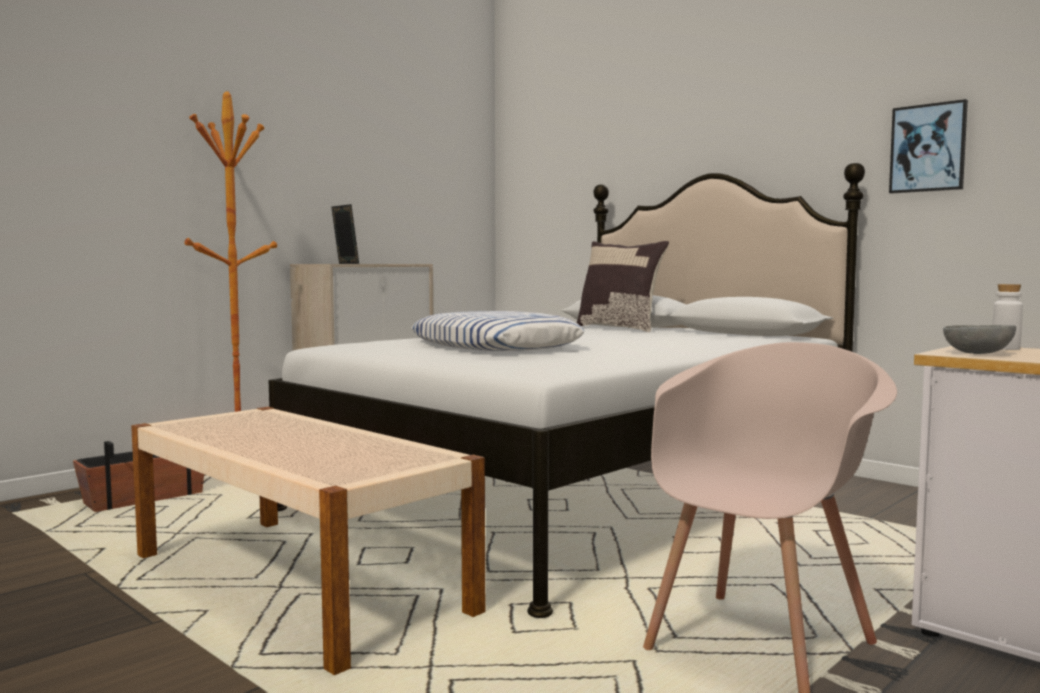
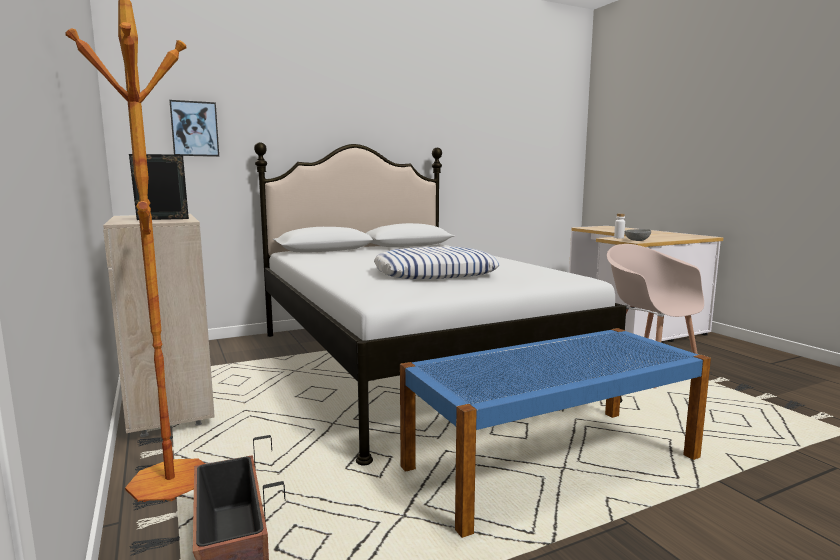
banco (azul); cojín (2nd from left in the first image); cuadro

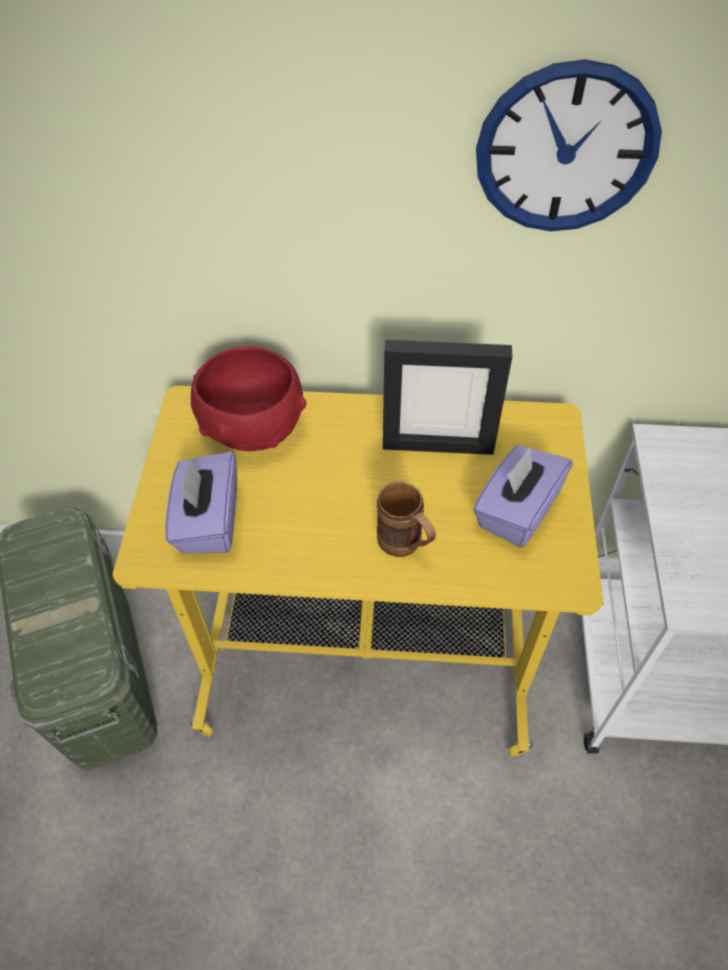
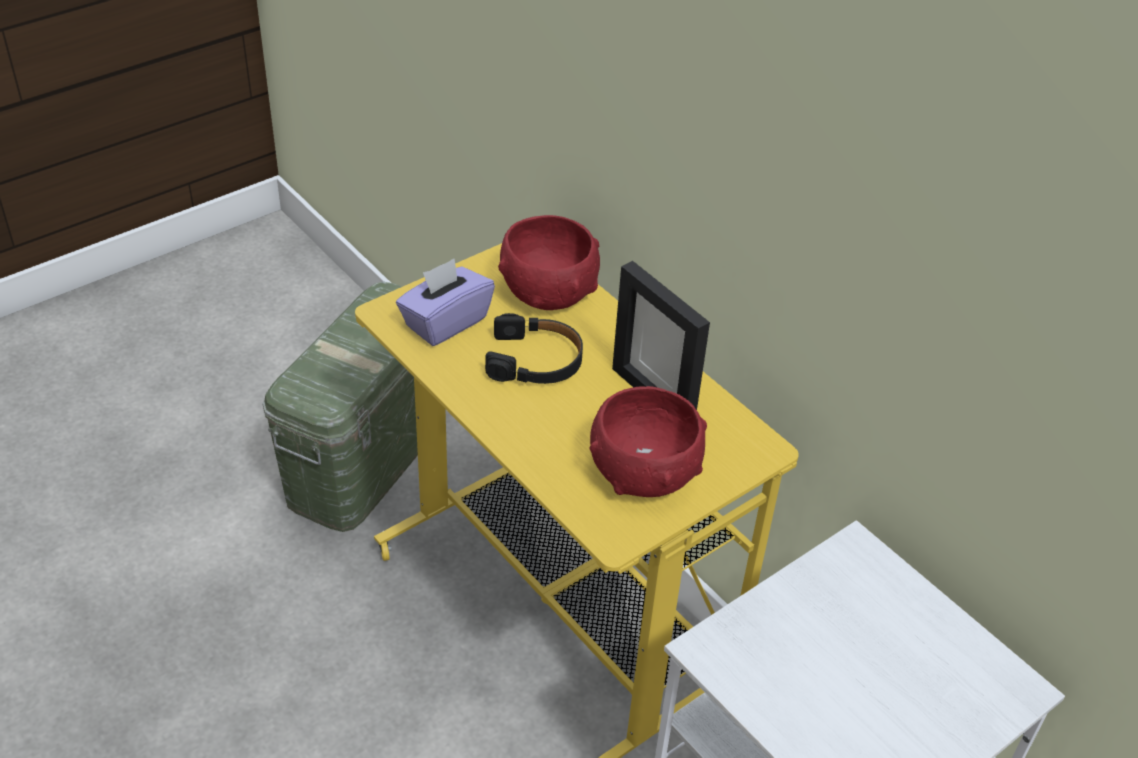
taza grande (marrón); cuenco (rojo) (2nd from left); reloj de pared; auriculares (negro)

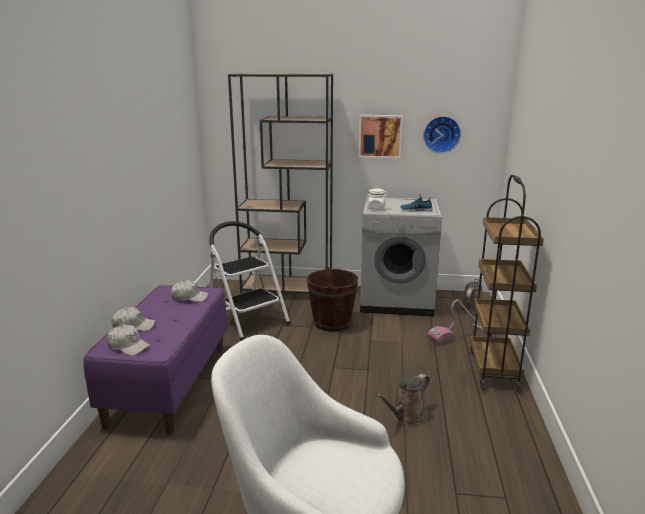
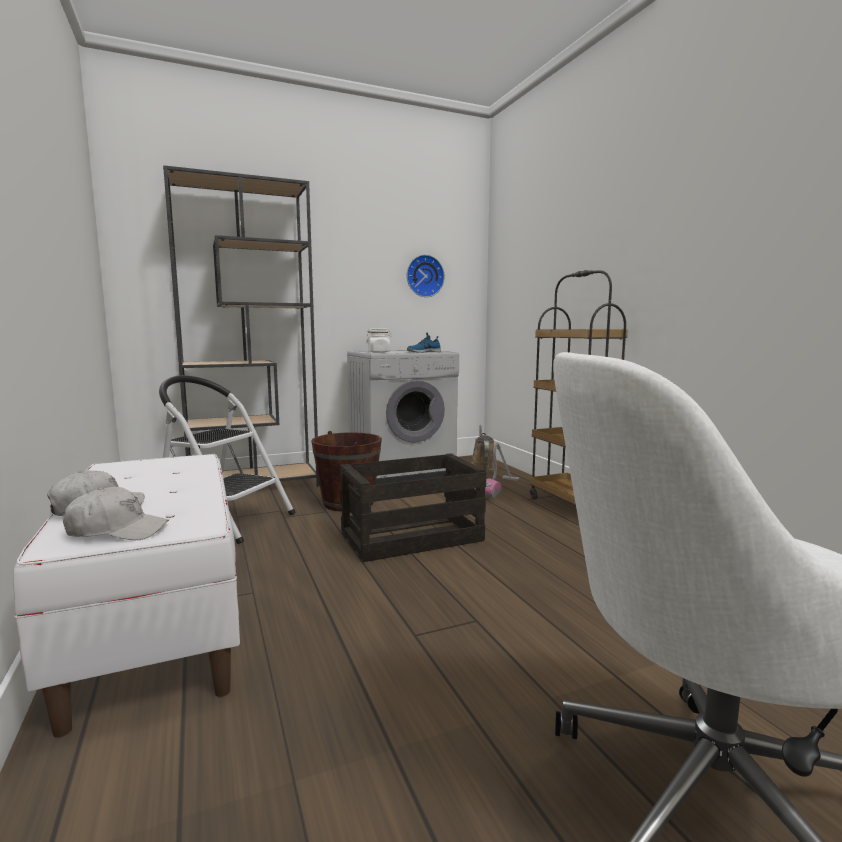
banco (blanco); gorra (blanco) (3rd from left in the first image); cuadro; regadera (marrón) (1st from left in the first image); caja de embalaje

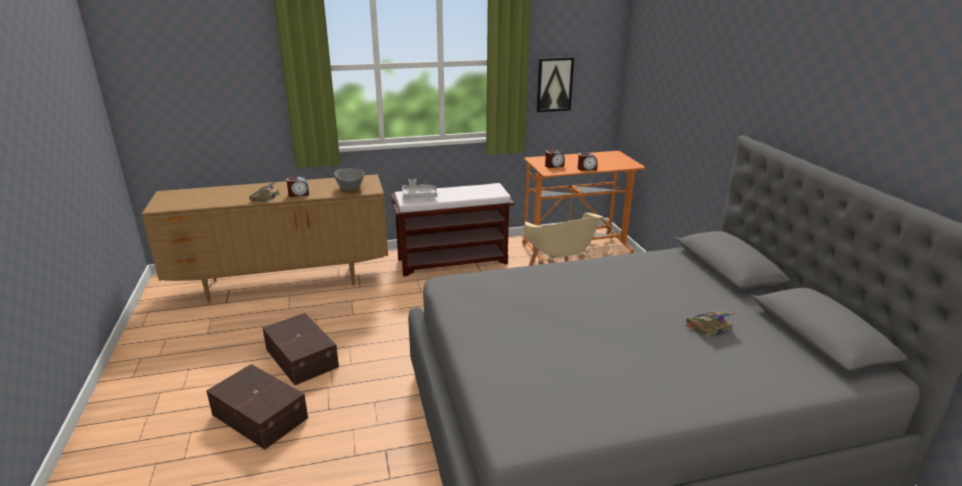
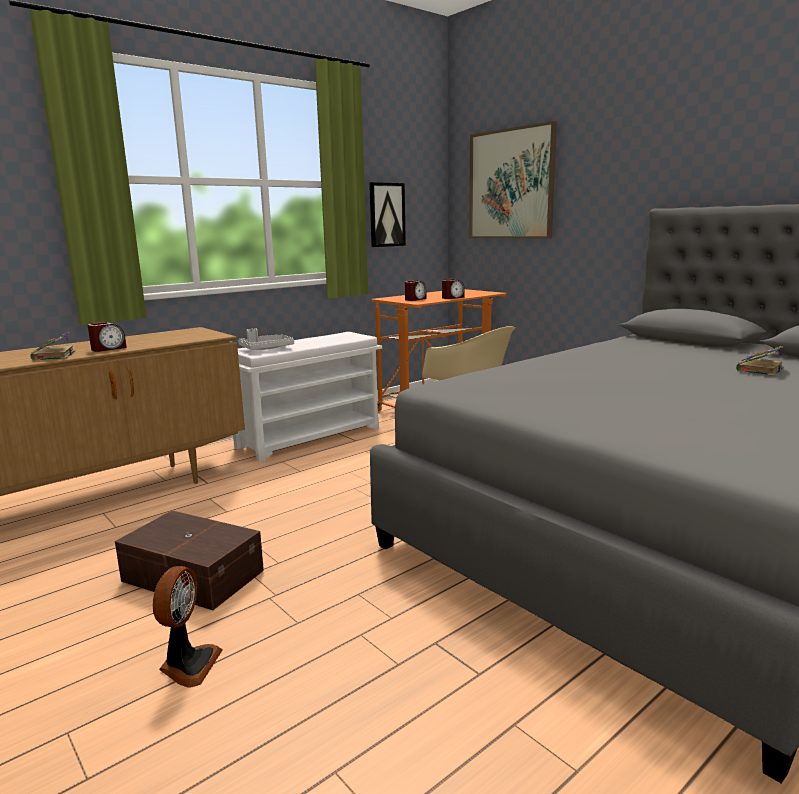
ventilador; cuenco (gris); banco (blanco); cuadro (2nd from left)

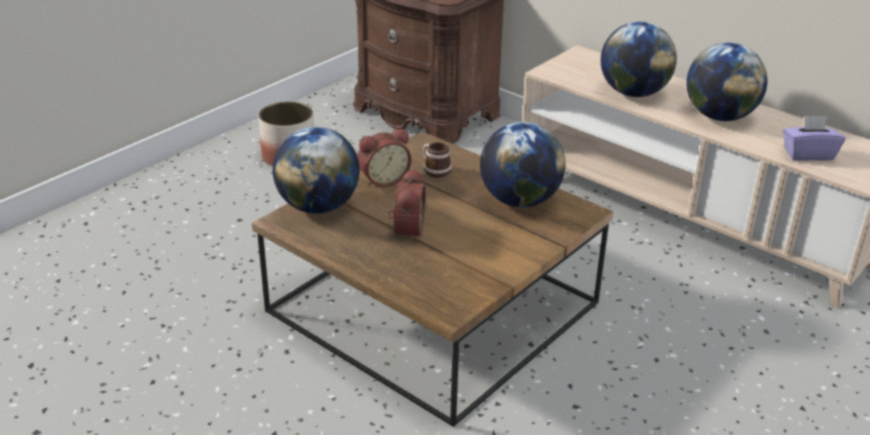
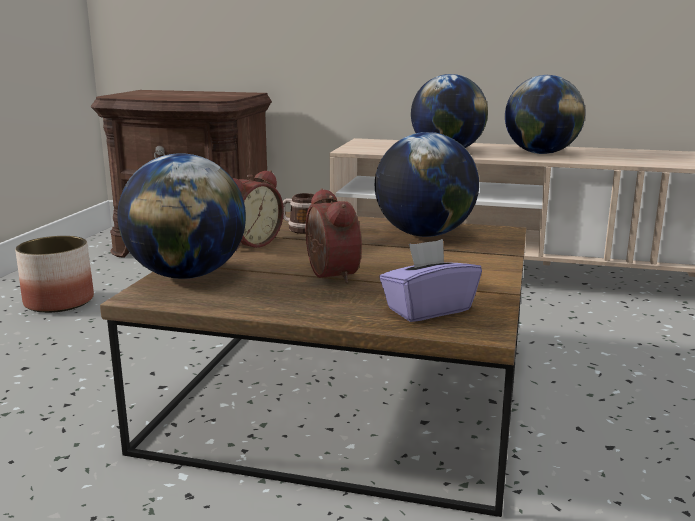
caja de pañuelos (morado)

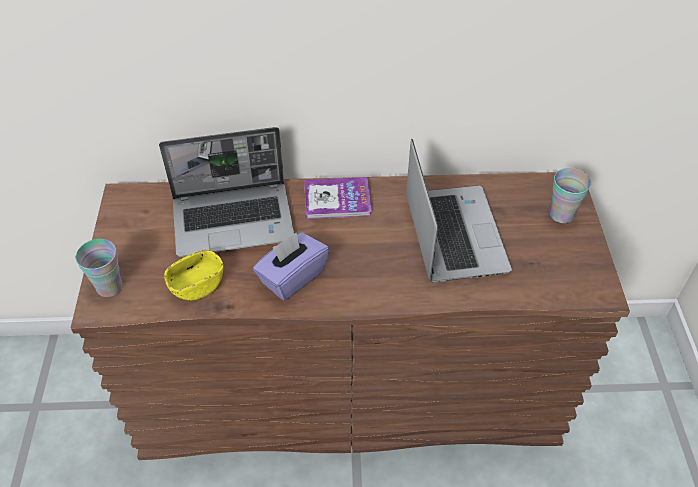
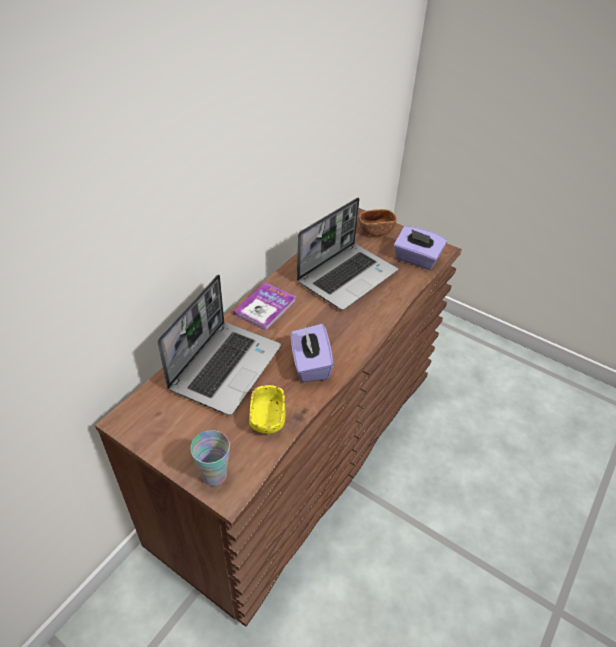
portátil (2nd from left); cuenco (marrón); caja de pañuelos (morado) (2nd from left)

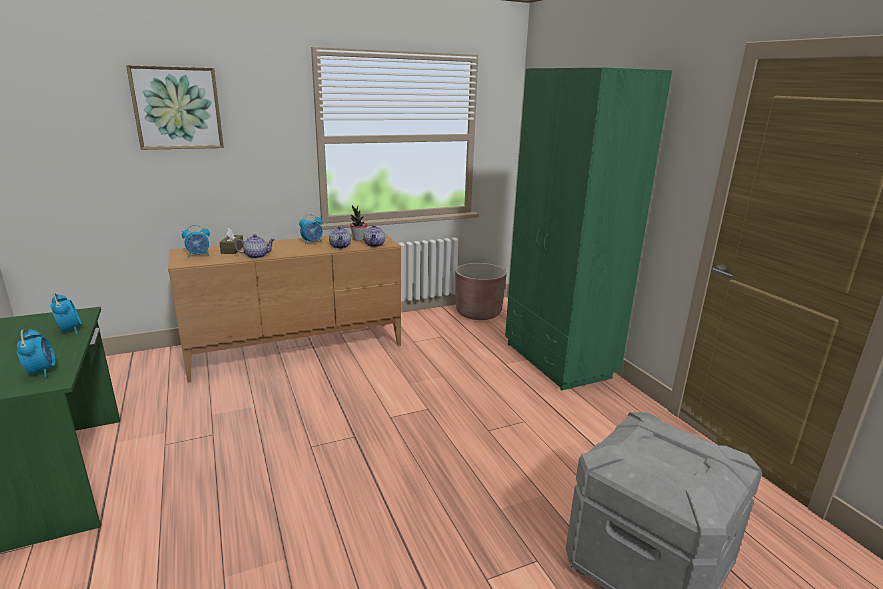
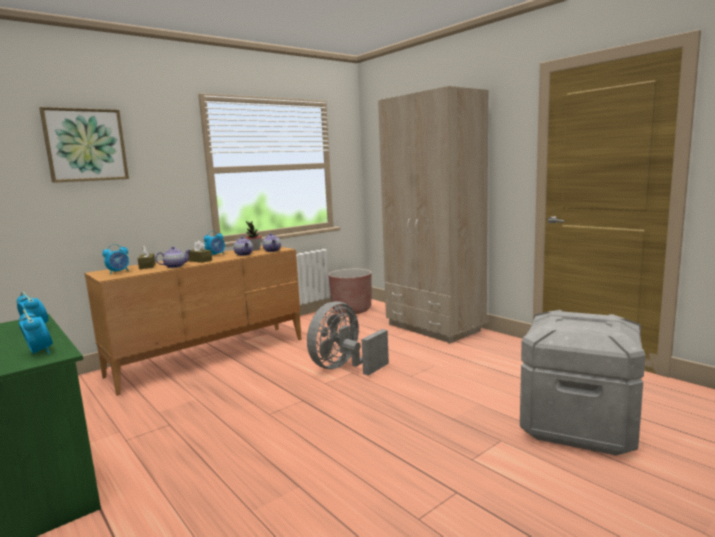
armario ropero (beis); caja de pañuelos (marrón) (2nd from left); ventilador (gris)

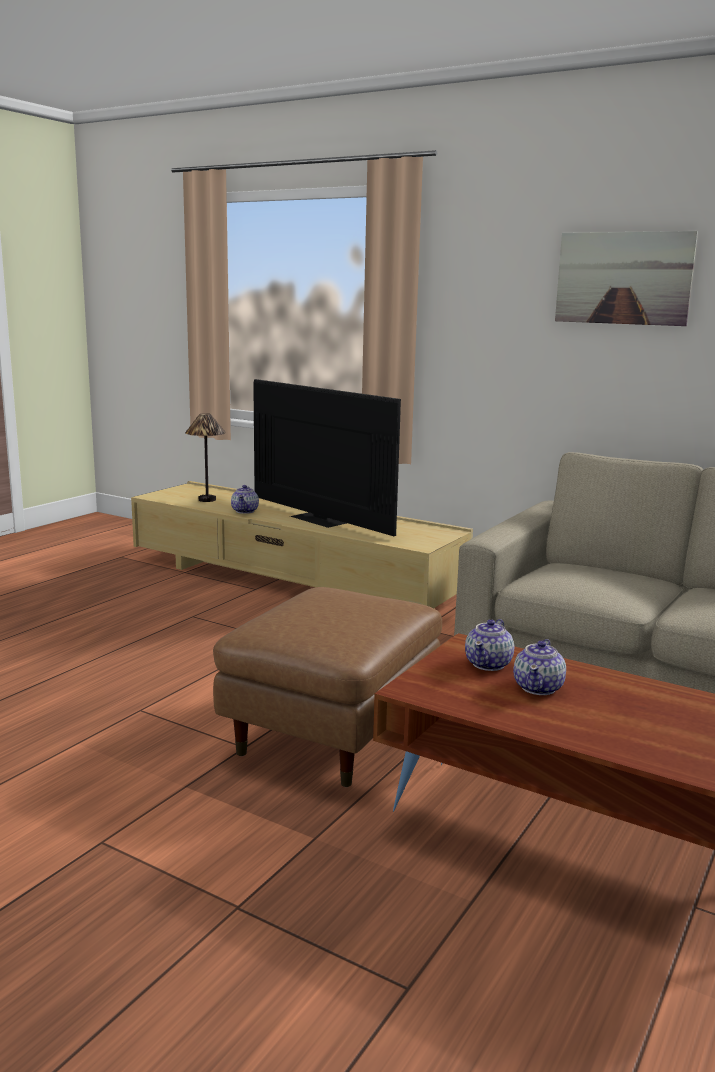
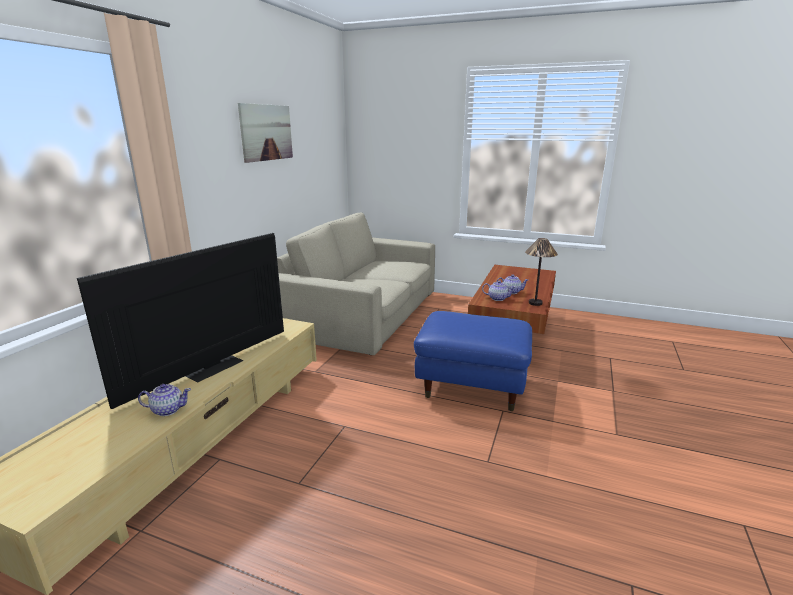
lámpara de mesa; puf (azul)

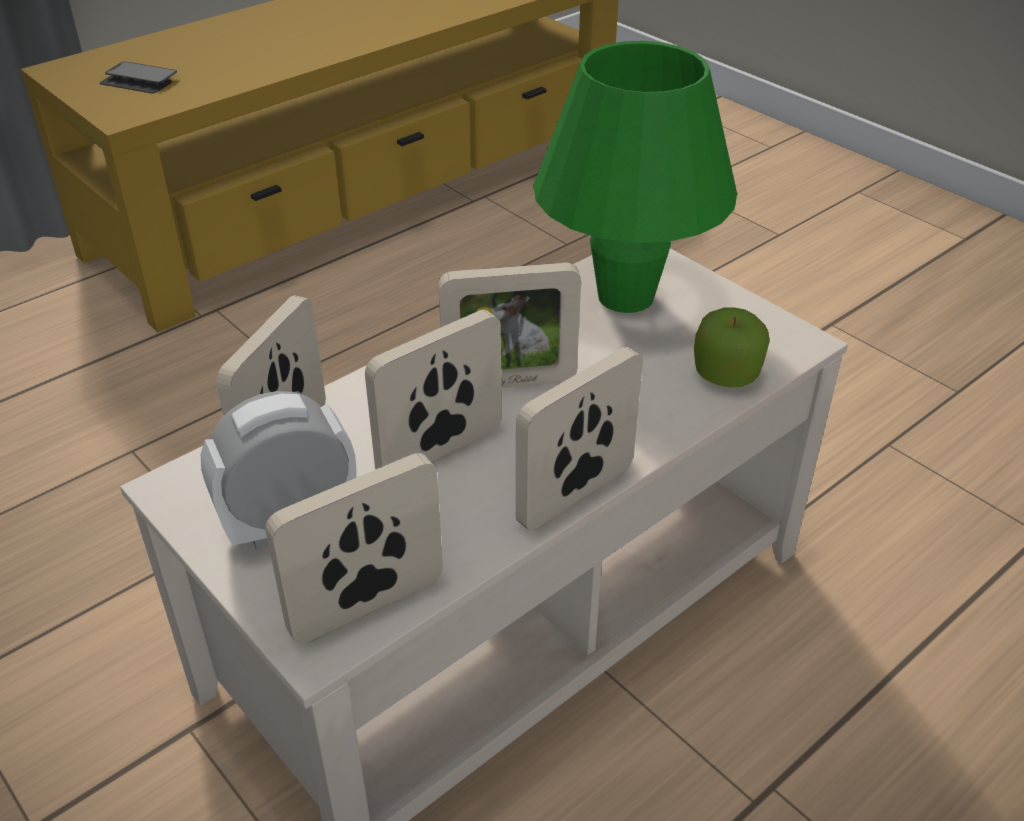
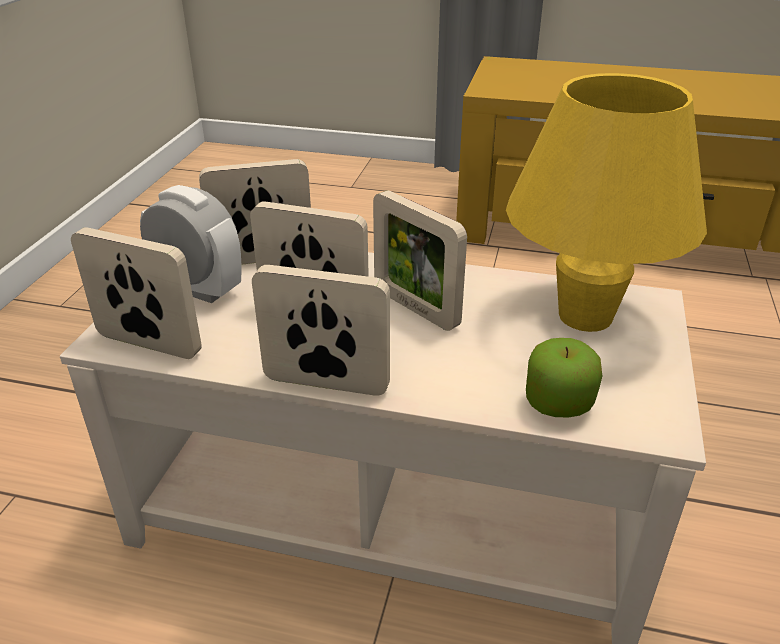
móvil; lámpara de mesa (amarillo)

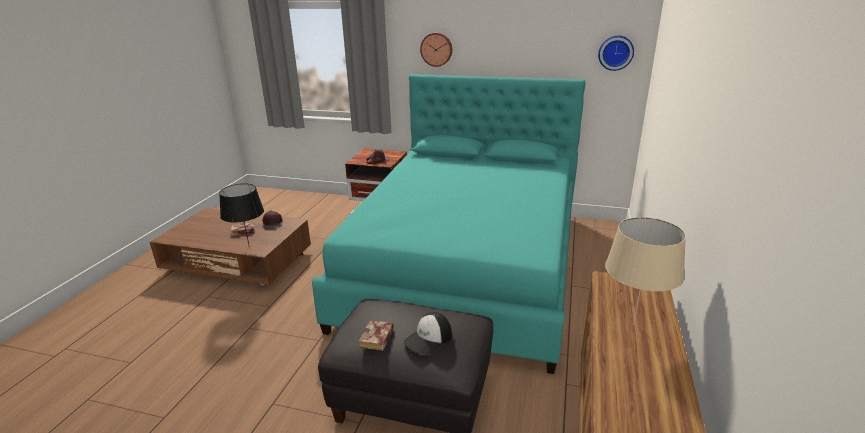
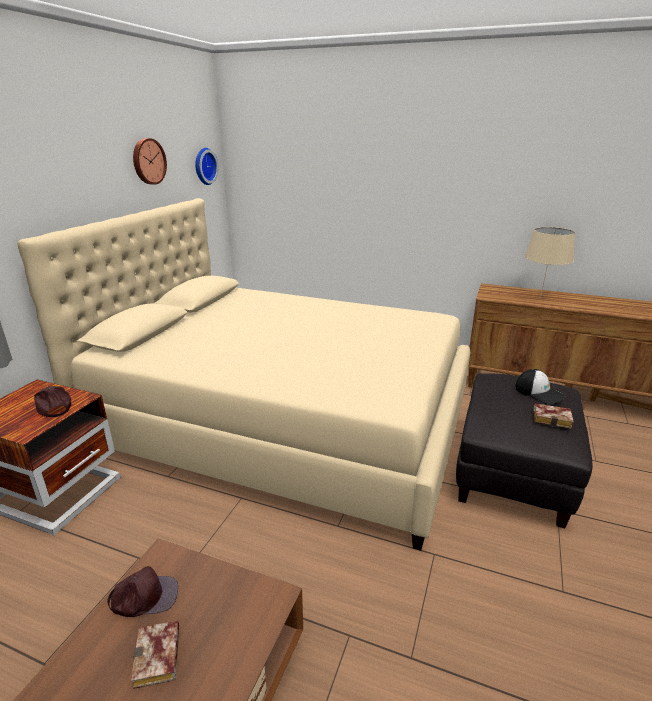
lámpara de mesa (negro); cama (beis); reloj de pared (1st from left)

